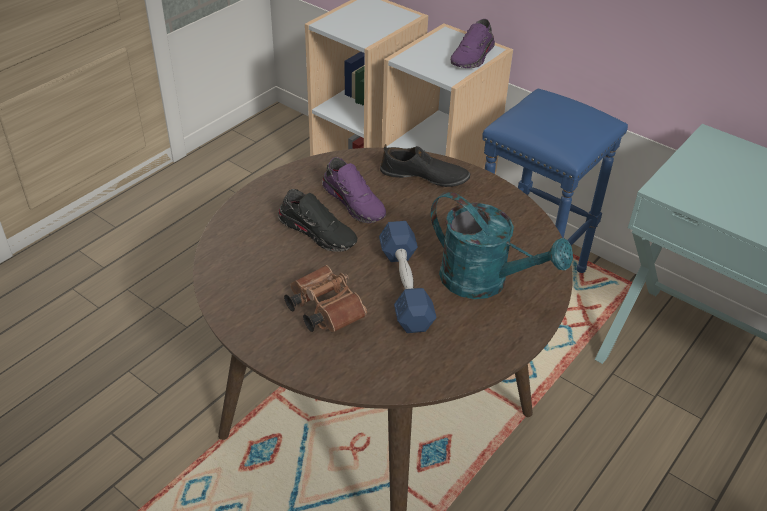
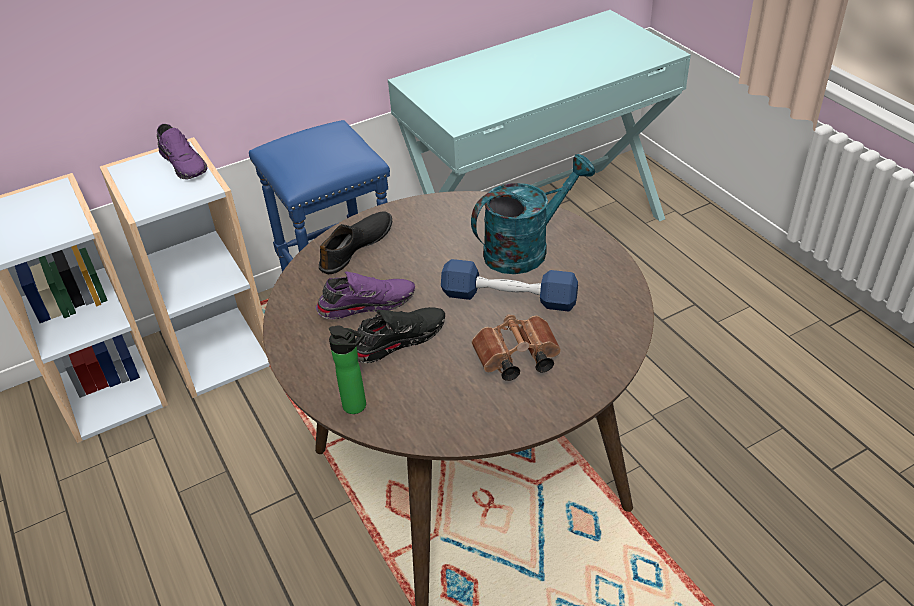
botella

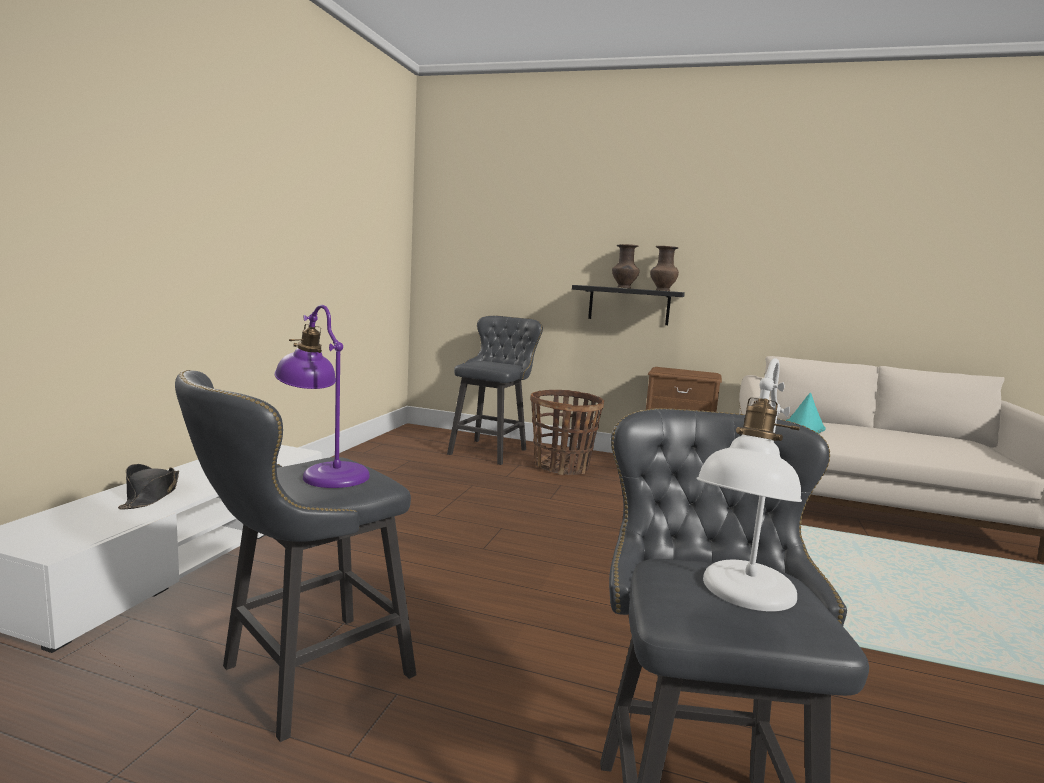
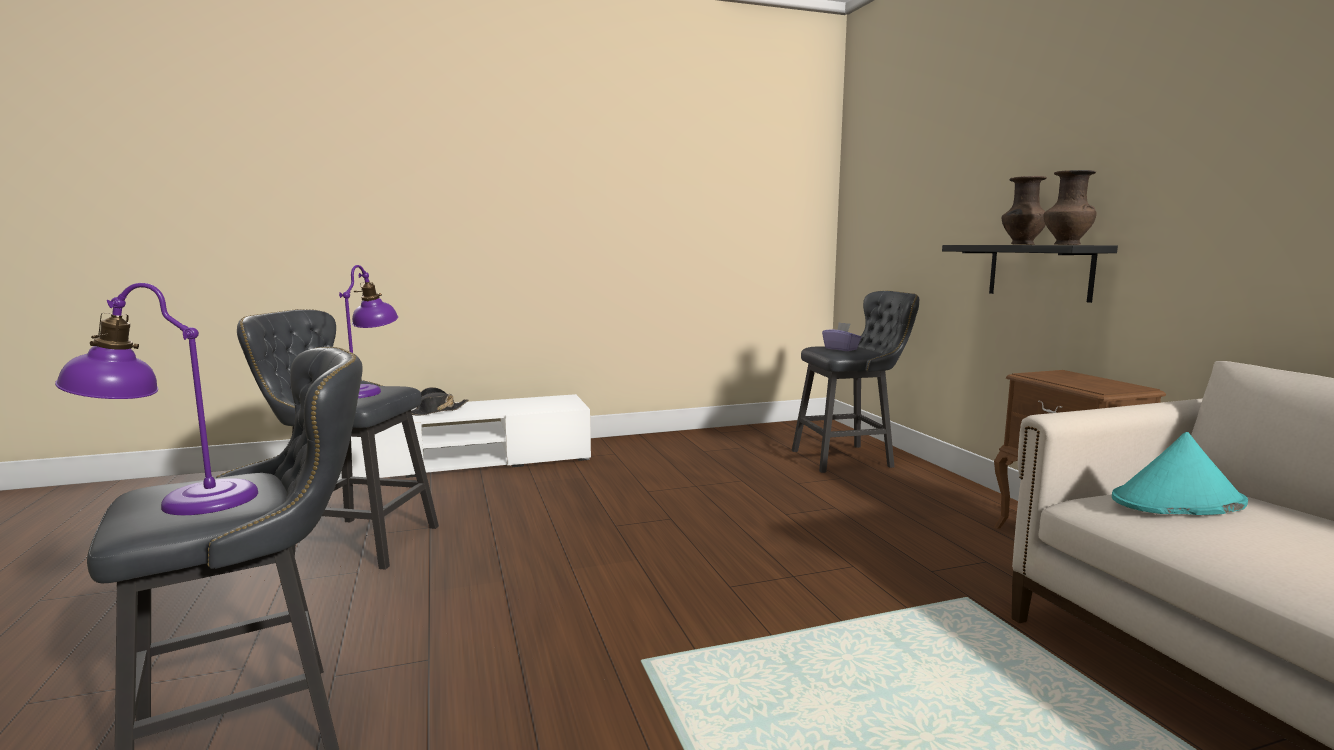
cesta; lámpara de mesa (morado) (1st from left); caja de pañuelos (morado)

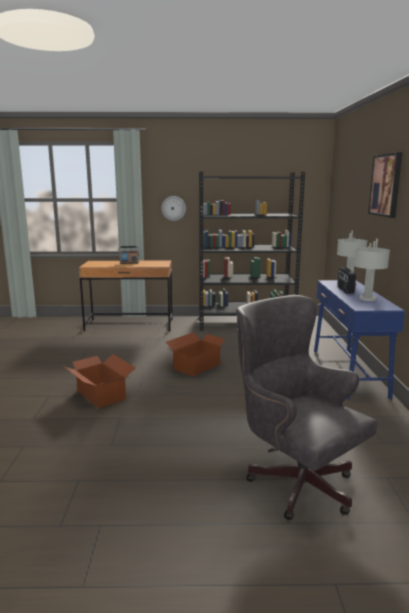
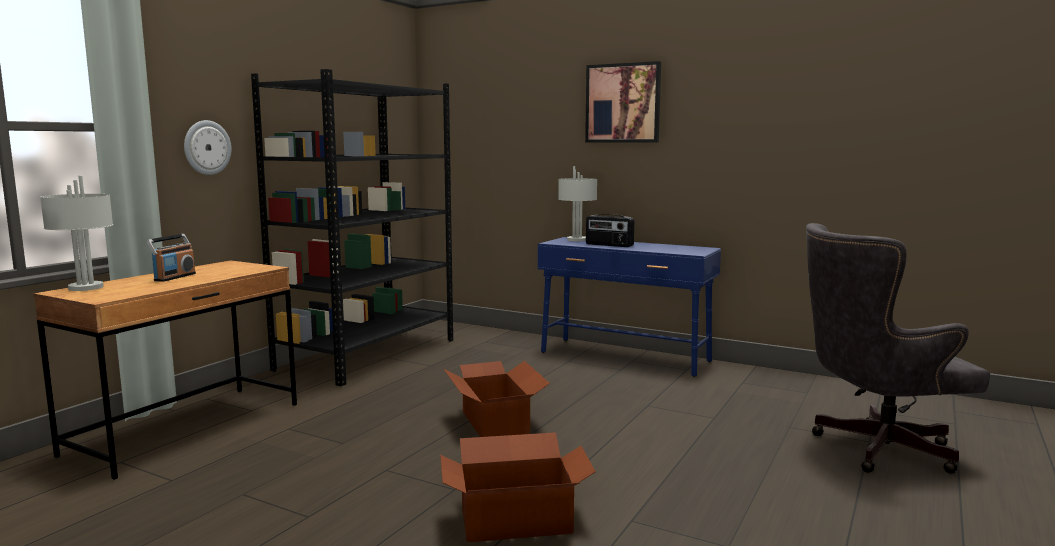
lámpara de mesa (gris) (1st from left)

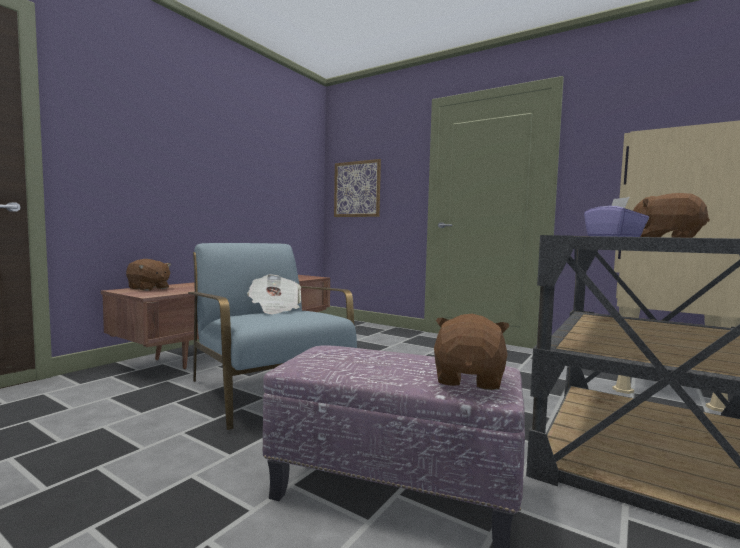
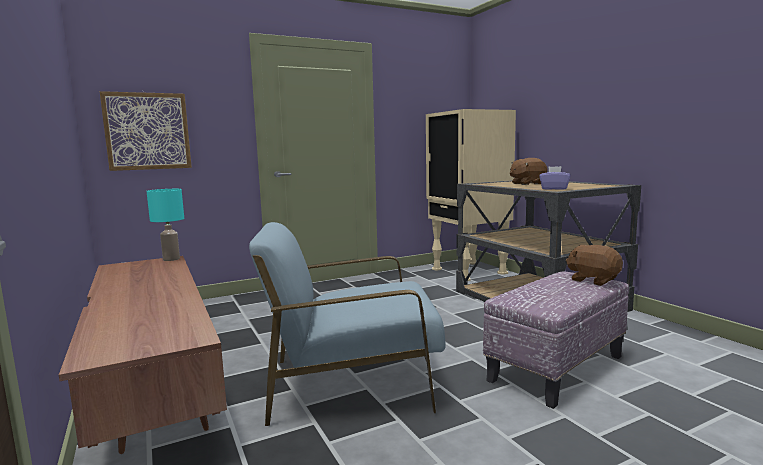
peluche (marrón) (1st from left in the first image); periódico; lámpara de mesa (turquesa)

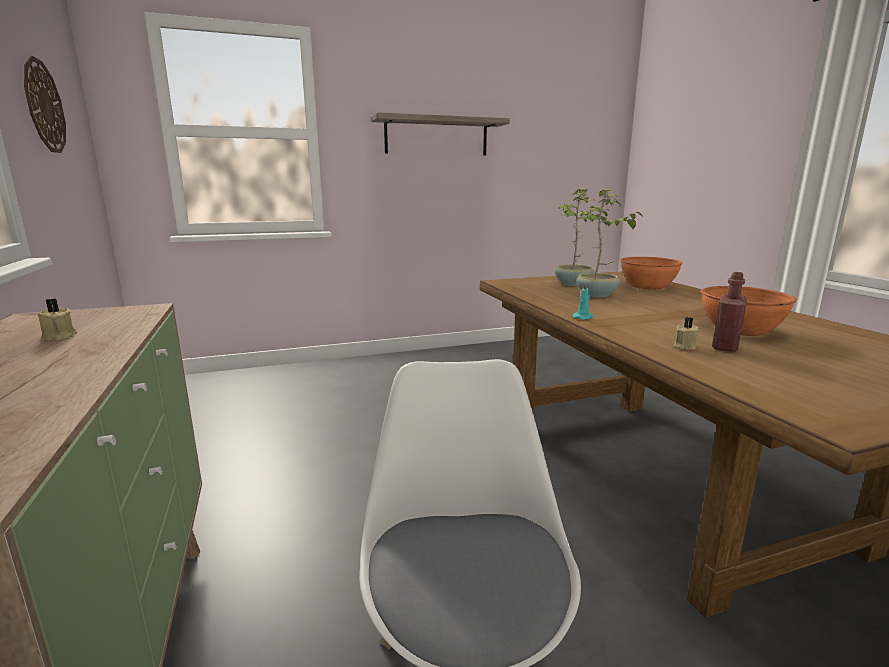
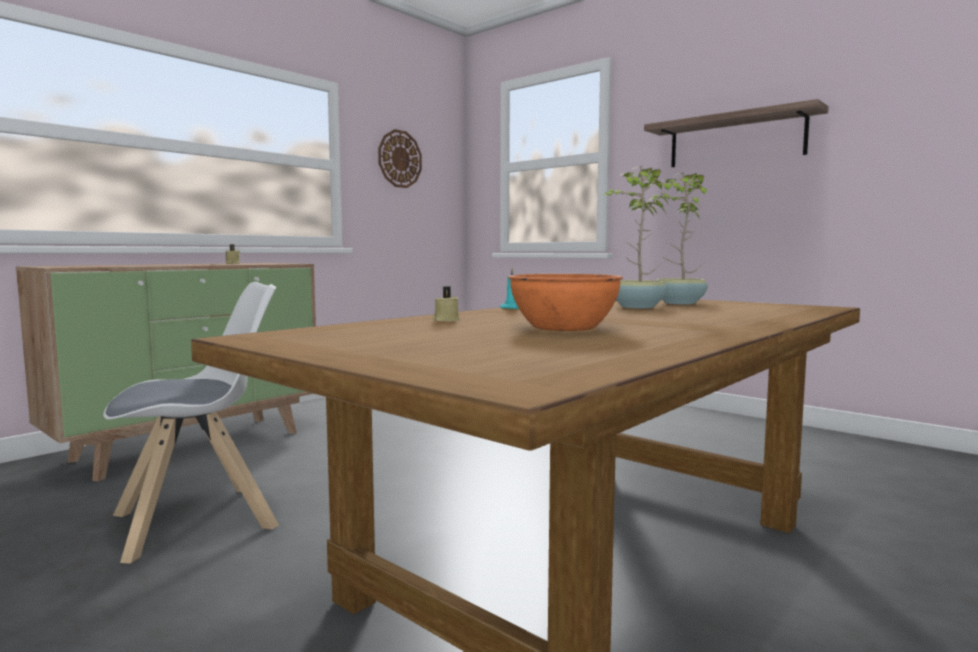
cuenco (naranja) (1st from left in the first image); botella (rojo)

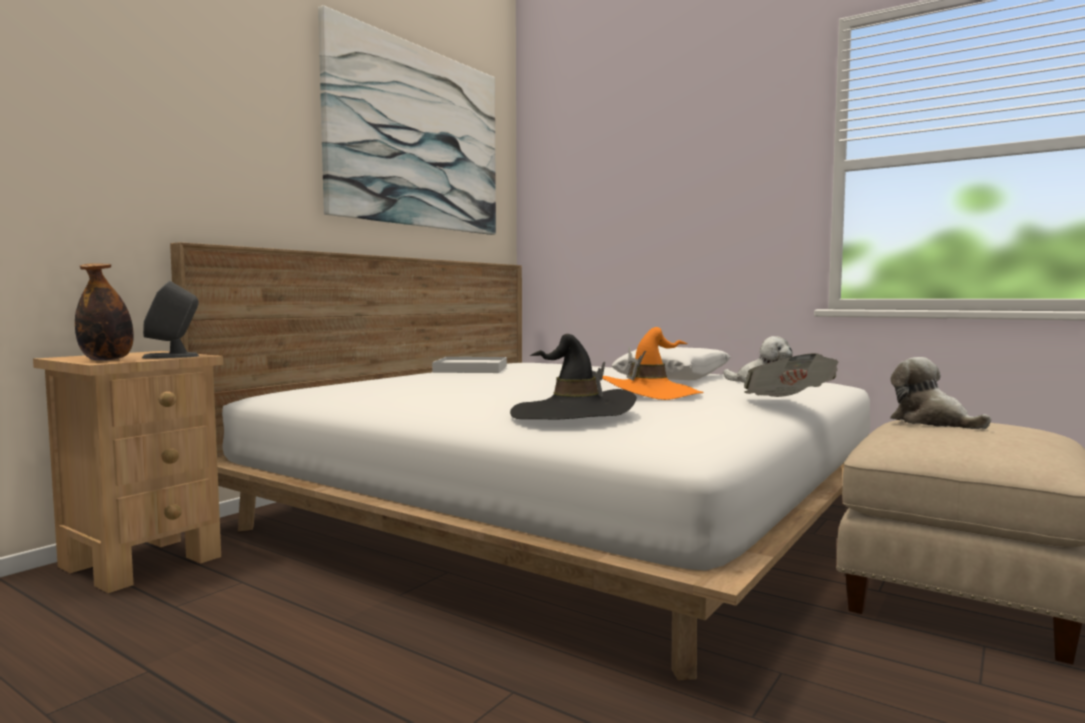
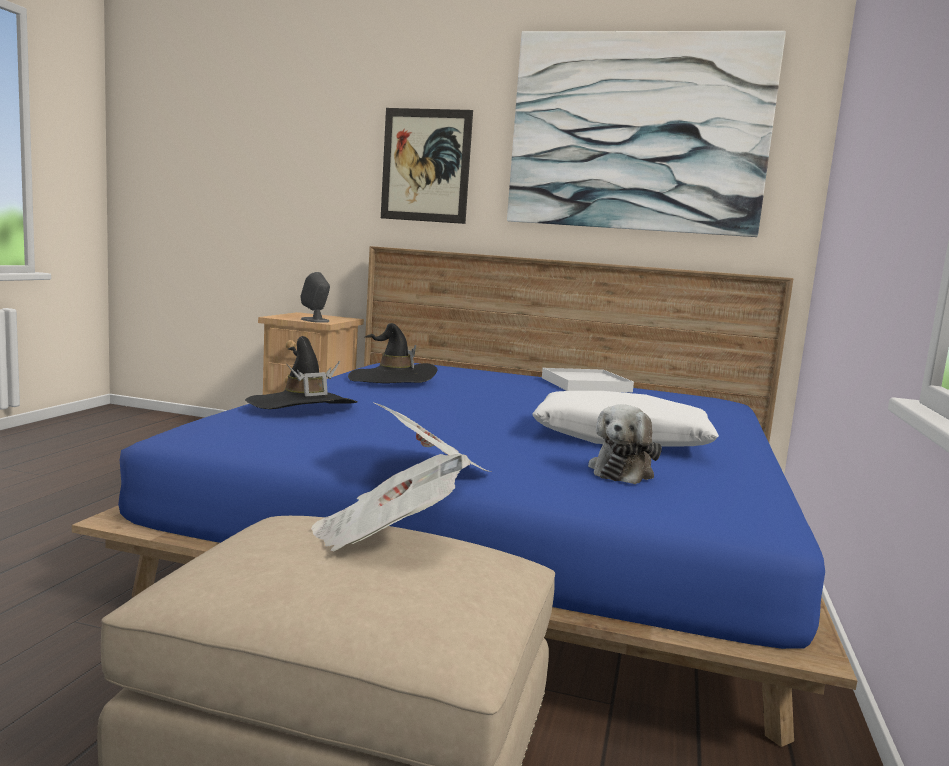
botella; cama (azul); sombrero (naranja); periódico (1st from left); sombrero (negro) (2nd from left); cuadro (1st from left)

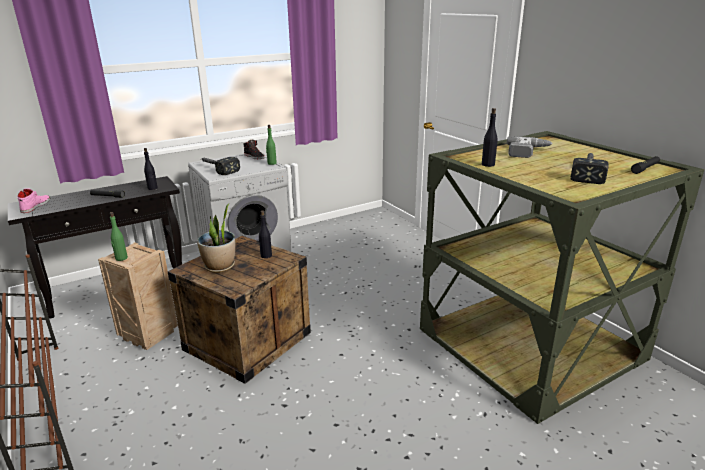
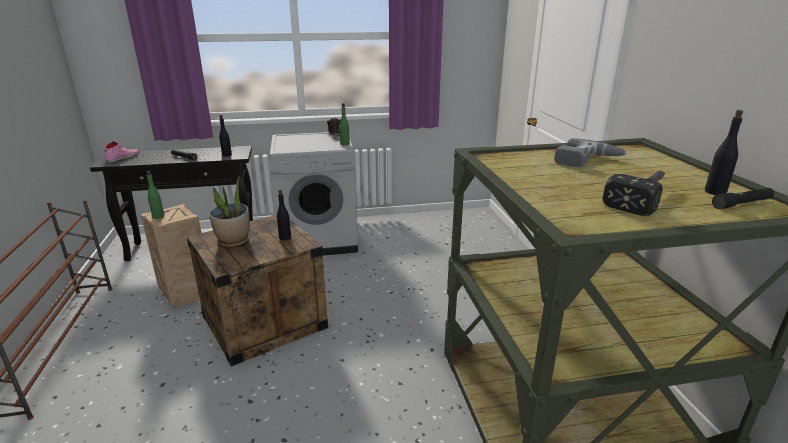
martillo (1st from left in the first image); botella (negro) (3rd from left)

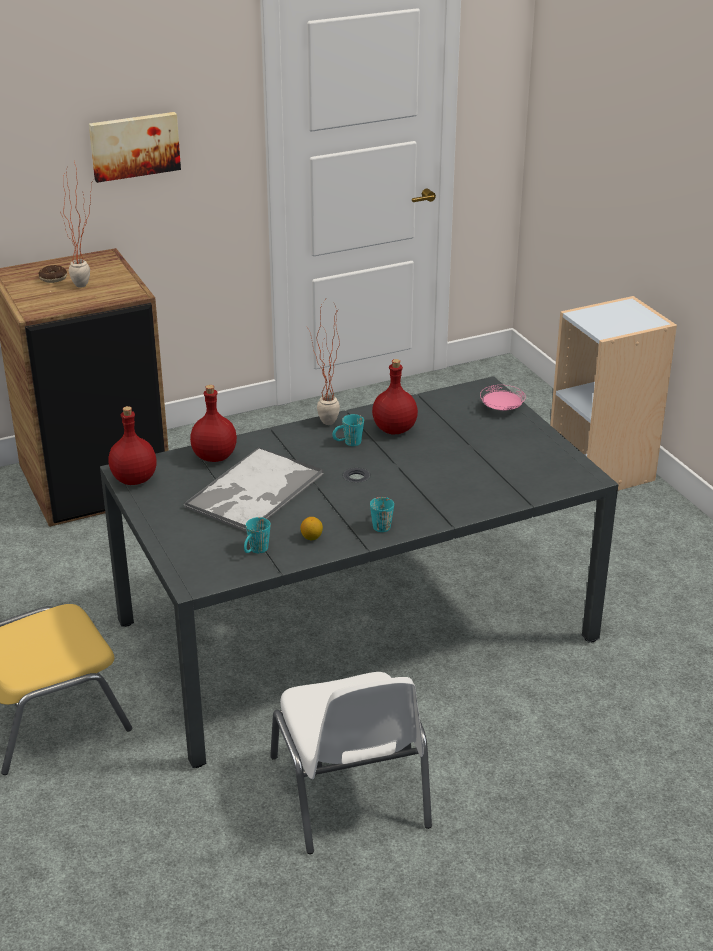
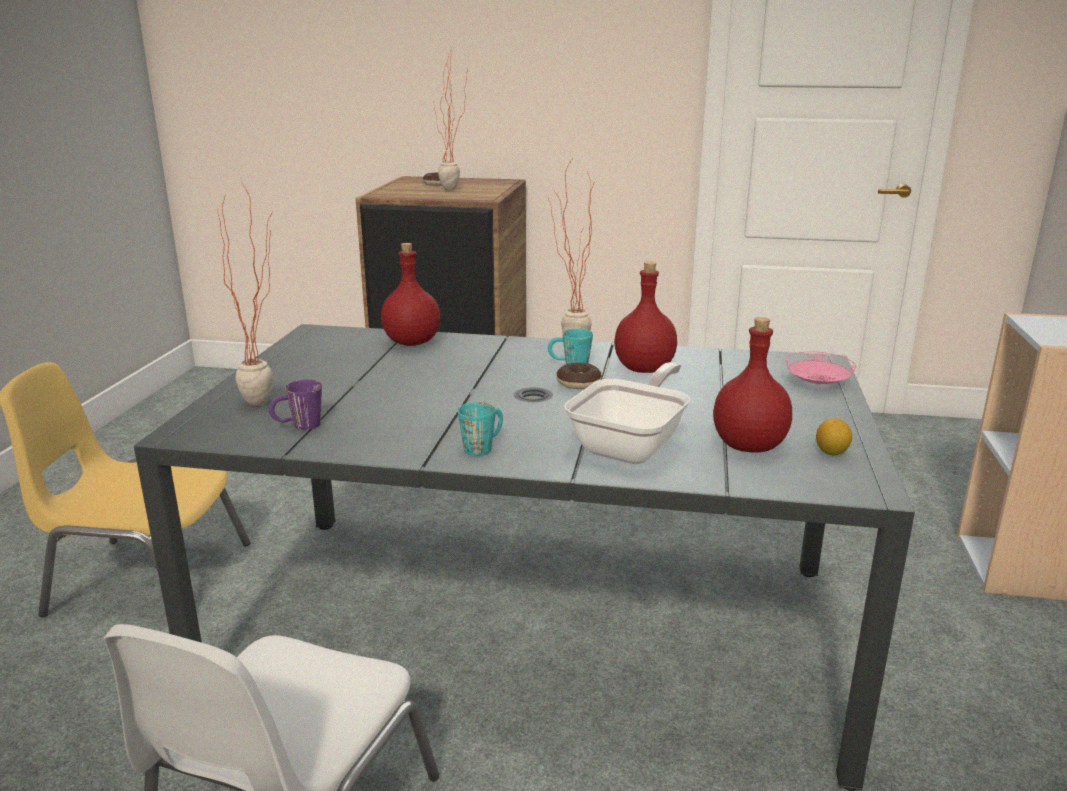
cuadro; botella (rojo) (3rd from left); bandeja; taza grande (morado); limón; planta en maceta (1st from left); rosquilla (2nd from left); sartén

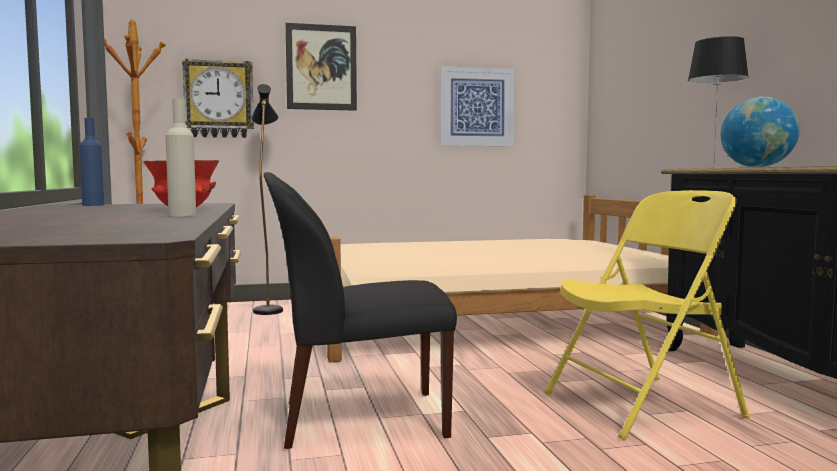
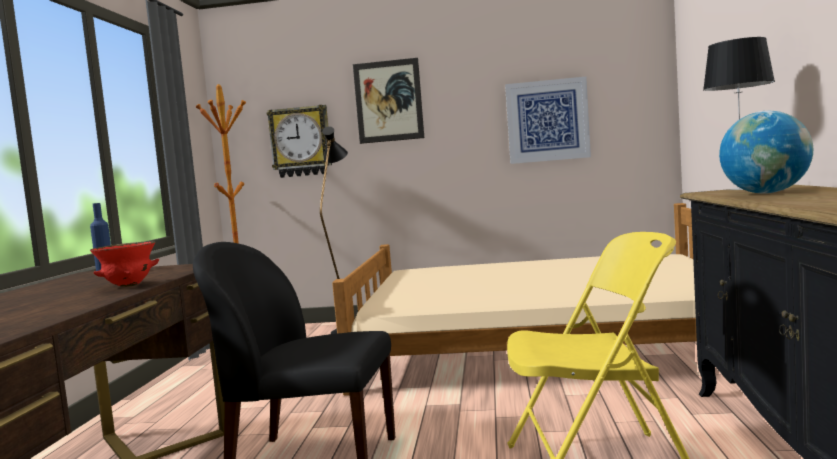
botella (beis)

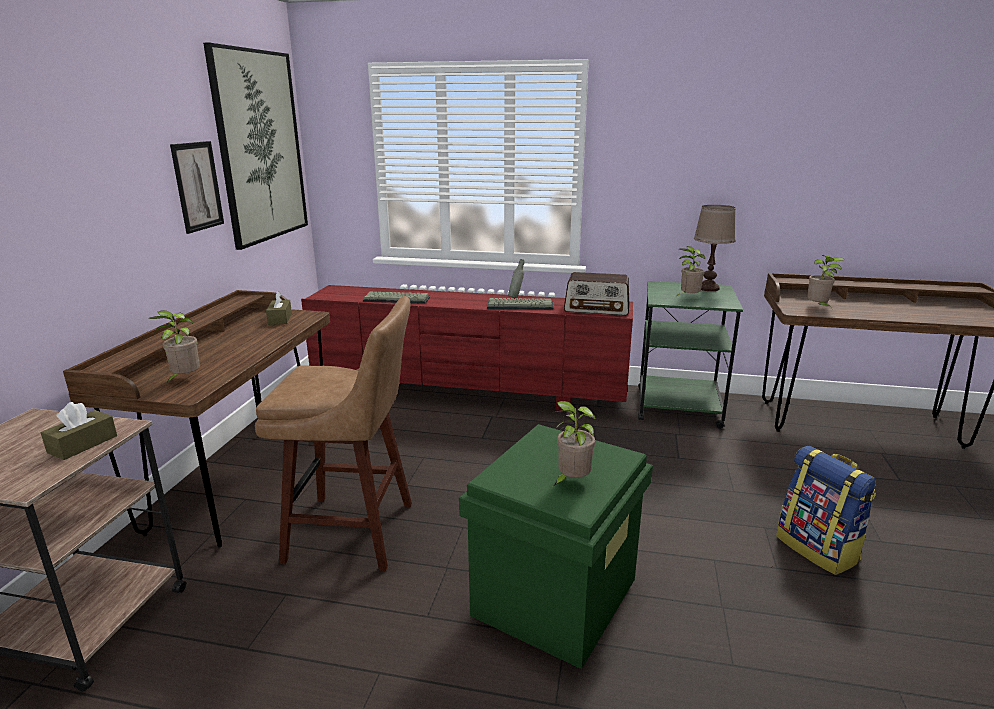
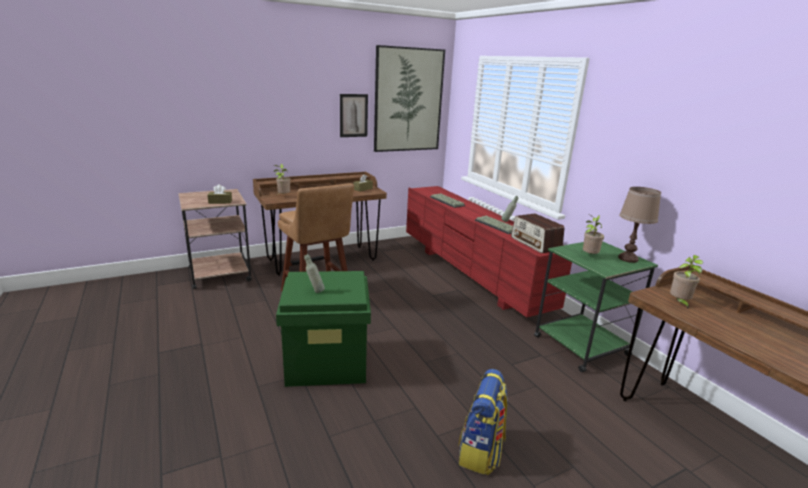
botella (gris) (1st from left)

